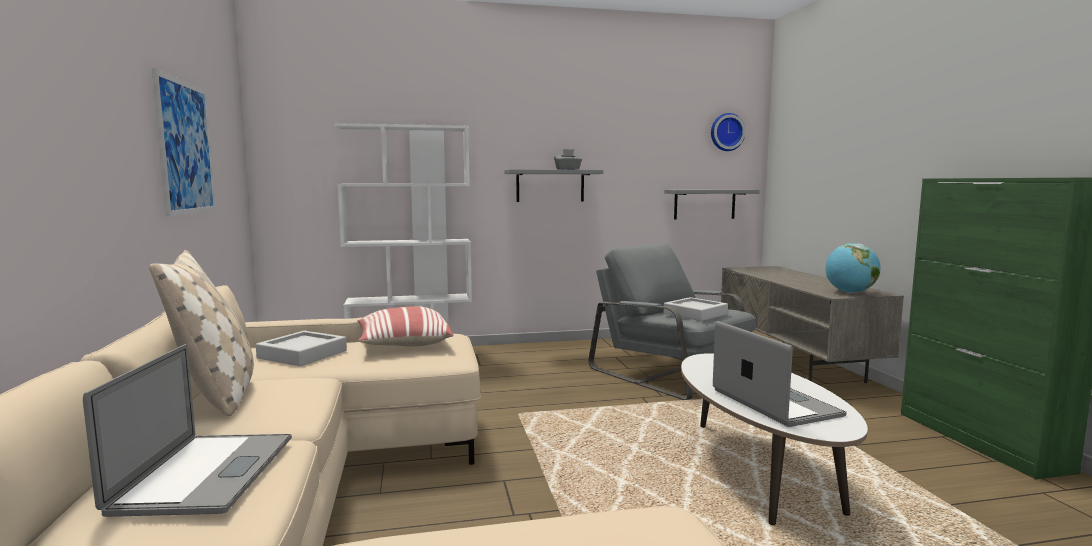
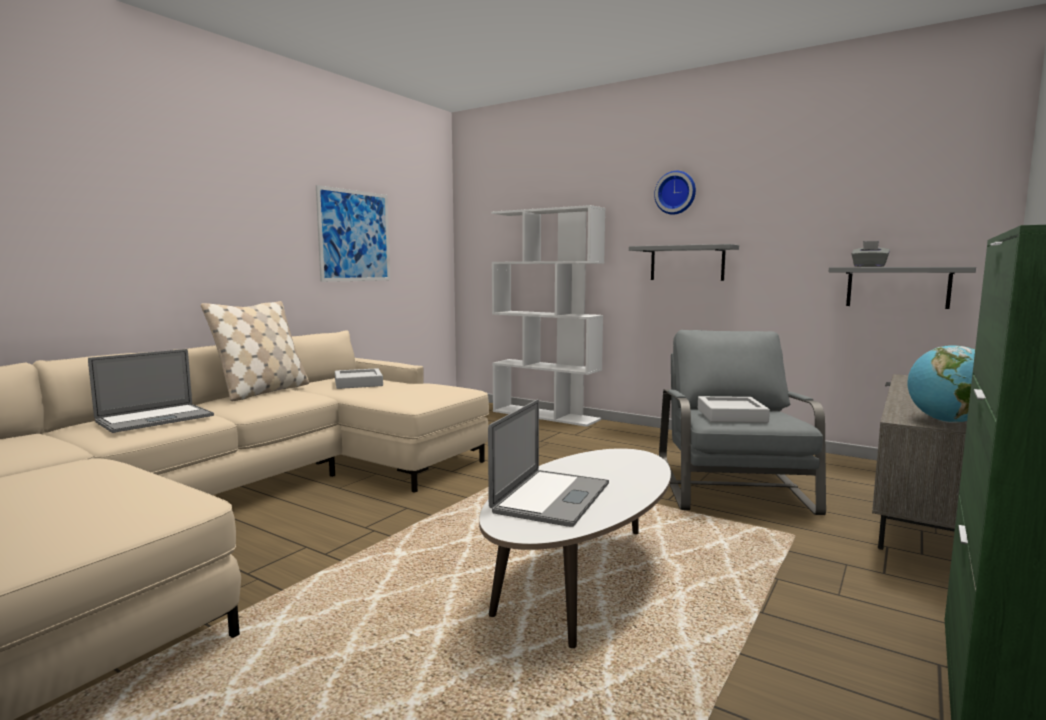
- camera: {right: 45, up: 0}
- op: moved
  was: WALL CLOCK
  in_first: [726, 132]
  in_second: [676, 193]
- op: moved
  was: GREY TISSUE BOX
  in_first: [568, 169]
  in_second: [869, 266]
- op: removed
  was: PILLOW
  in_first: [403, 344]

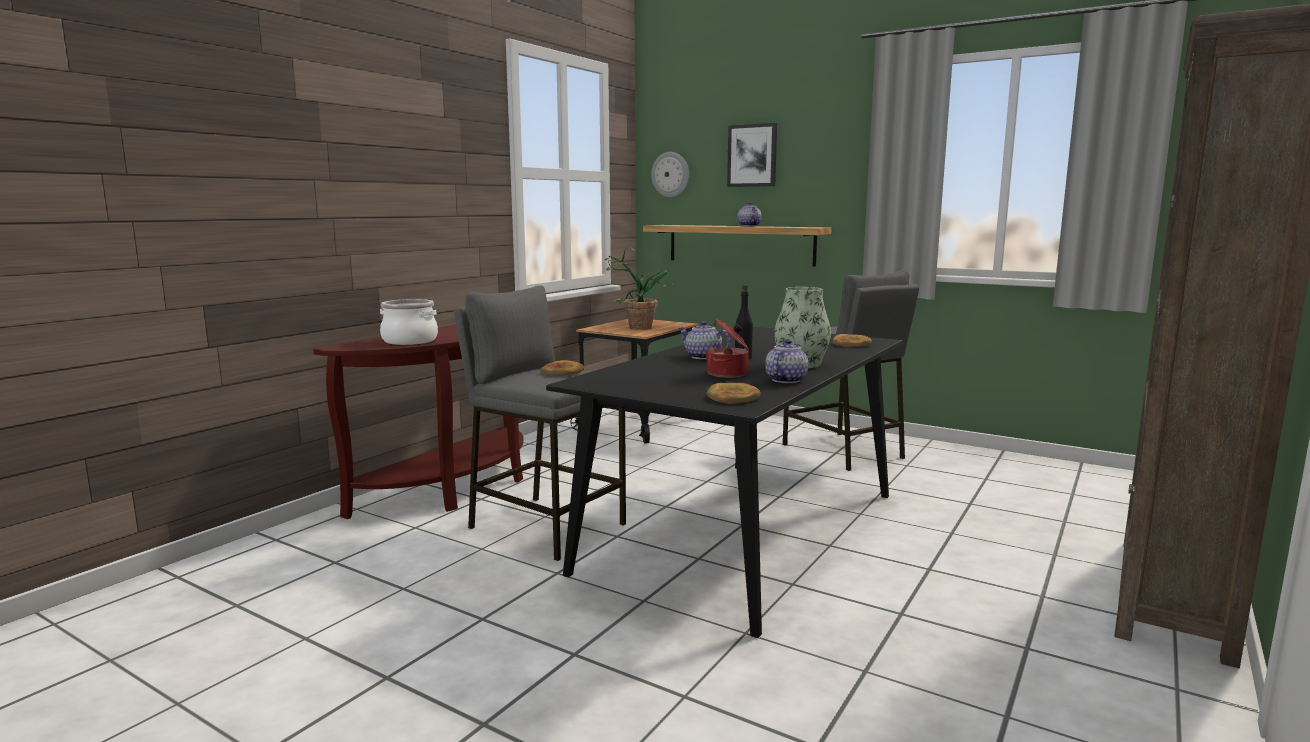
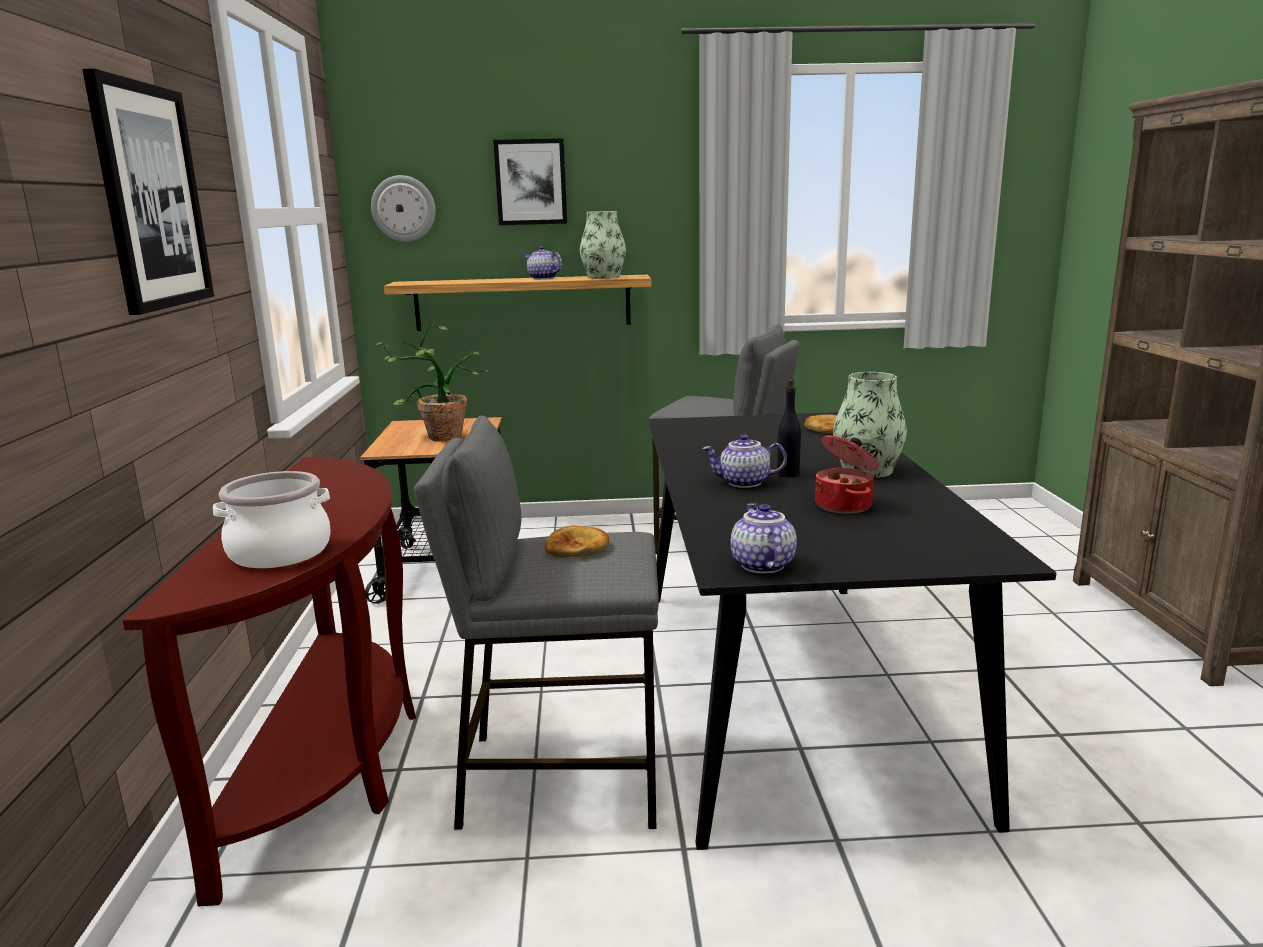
- camera: {right: -35, up: 5}
- op: moved
  was: TEAPOT
  in_first: [785, 380]
  in_second: [760, 565]
- op: removed
  was: BREAD
  in_first: [733, 398]
- op: added
  now: PICTURE
  in_second: [151, 197]
- op: added
  now: VASE
  in_second: [603, 277]

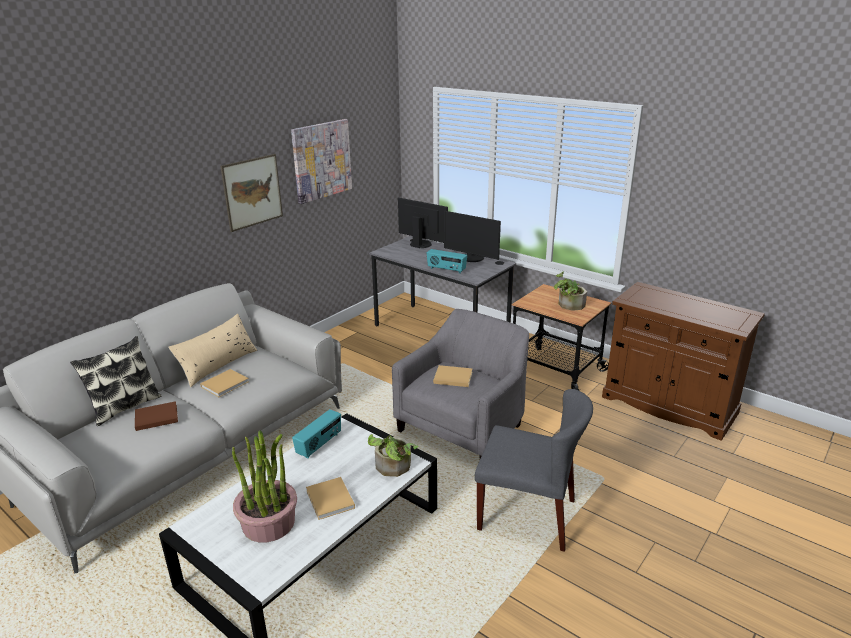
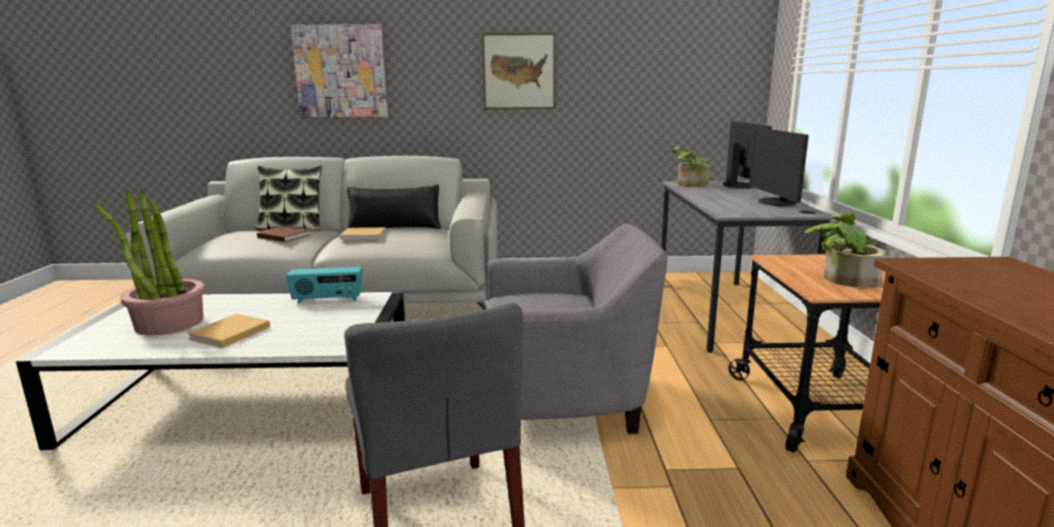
- camera: {right: 50, up: -10}
- op: moved
  was: PICTURE
  in_first: [321, 160]
  in_second: [341, 71]
- op: removed
  was: RADIO
  in_first: [446, 270]
- op: recoloured
  was: BEIGE PILLOW
  now: BLACK PILLOW
  in_first: [218, 365]
  in_second: [395, 227]
- op: removed
  was: BEIGE BOOK
  in_first: [451, 377]
- op: moved
  was: POTTED PLANT
  in_first: [393, 468]
  in_second: [689, 184]

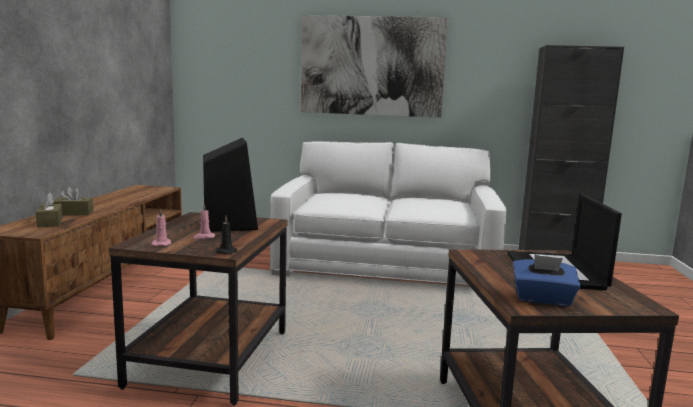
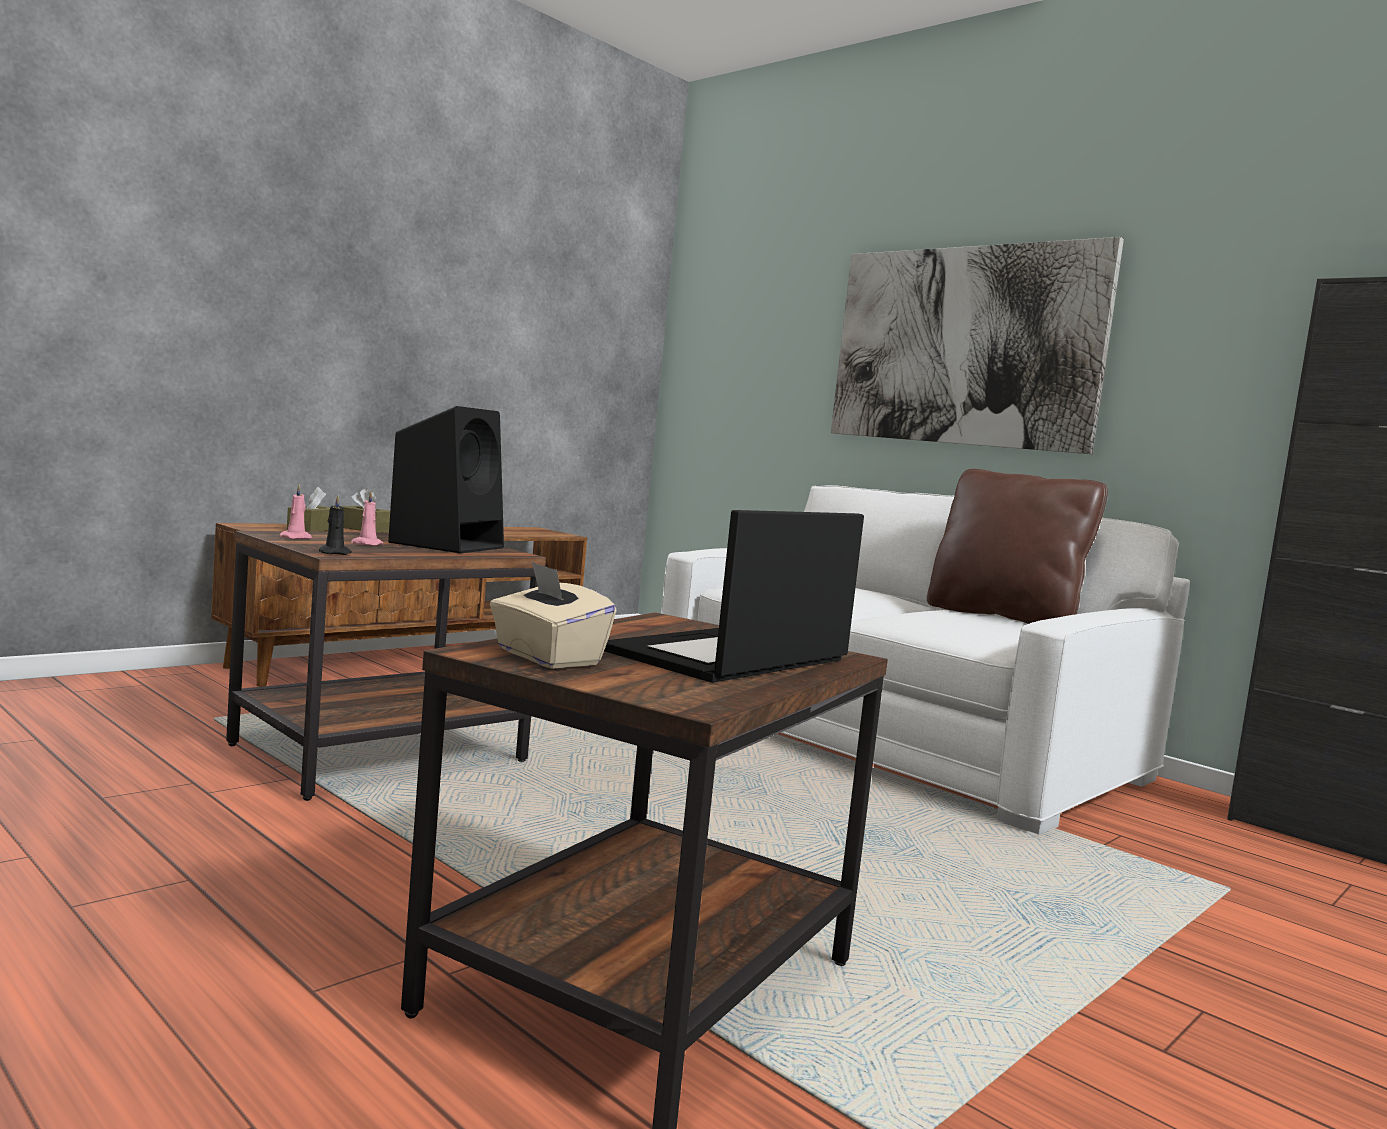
- camera: {right: 35, up: -5}
- op: recoloured
  was: BLUE TISSUE BOX
  now: BEIGE TISSUE BOX
  in_first: [542, 299]
  in_second: [546, 657]
- op: added
  now: BROWN PILLOW
  in_second: [1004, 617]

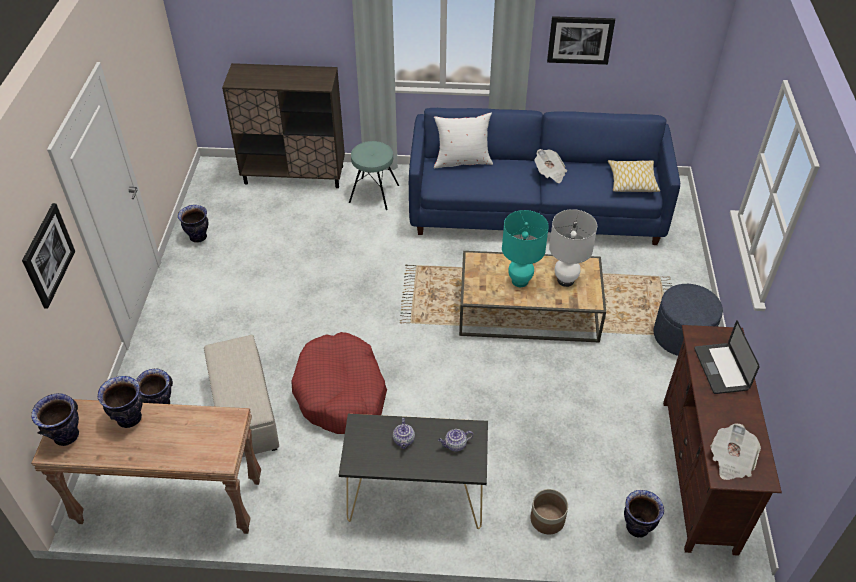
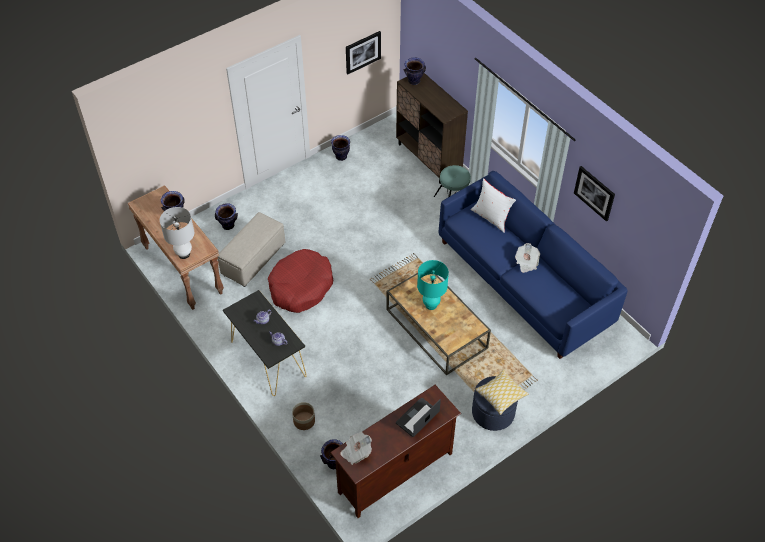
- camera: {right: 50, up: 5}
- op: moved
  was: PILLOW
  in_first: [632, 182]
  in_second: [501, 395]
- op: moved
  was: PICTURE
  in_first: [47, 255]
  in_second: [362, 52]
- op: moved
  was: WHITE TABLE LAMP
  in_first: [565, 280]
  in_second: [184, 254]
- op: moved
  was: VASE
  in_first: [66, 436]
  in_second: [414, 81]

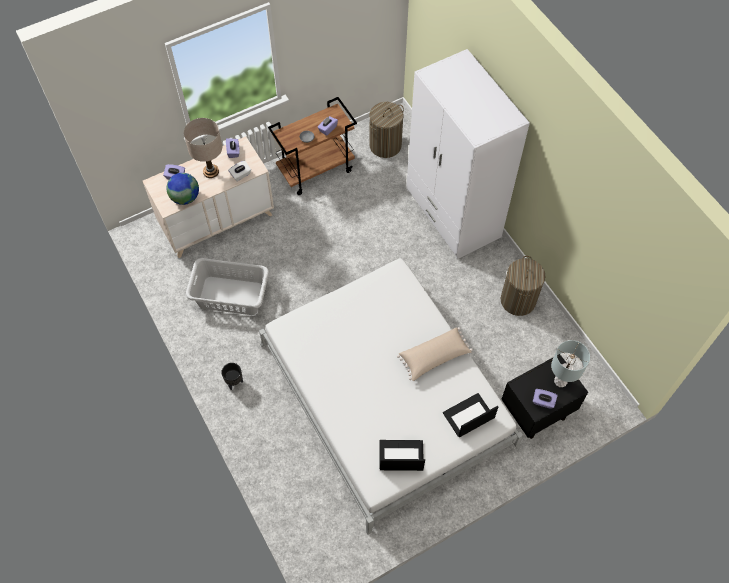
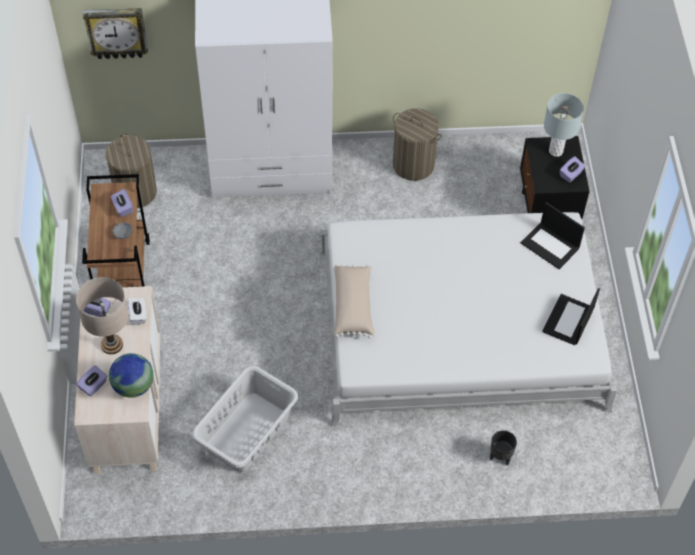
- camera: {right: -65, up: -5}
- op: moved
  was: BEIGE PILLOW
  in_first: [434, 357]
  in_second: [353, 306]
- op: moved
  was: BLACK PLANTER
  in_first: [234, 382]
  in_second: [500, 457]
- op: turned
  was: LAPTOP
  in_first: [468, 416]
  in_second: [551, 245]
  clockwise: -45
- op: added
  now: WALL CLOCK
  in_second: [116, 32]

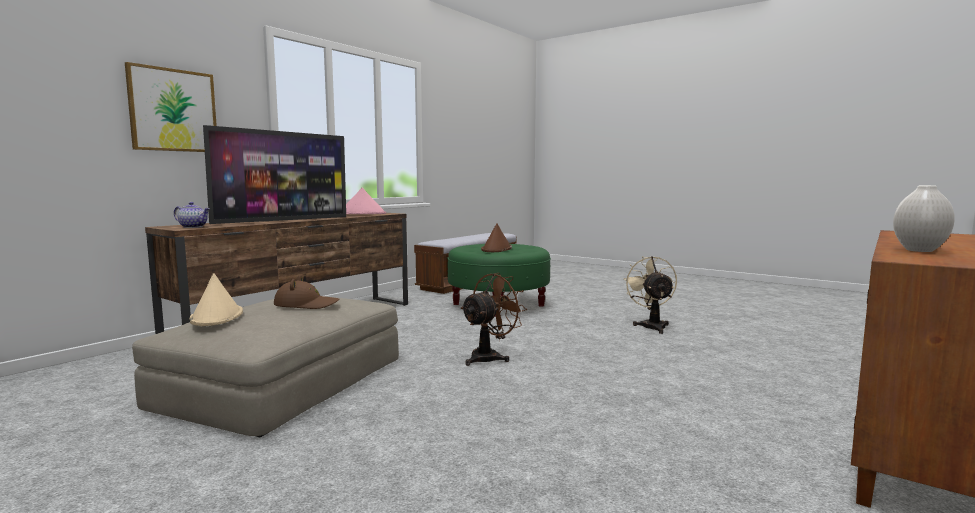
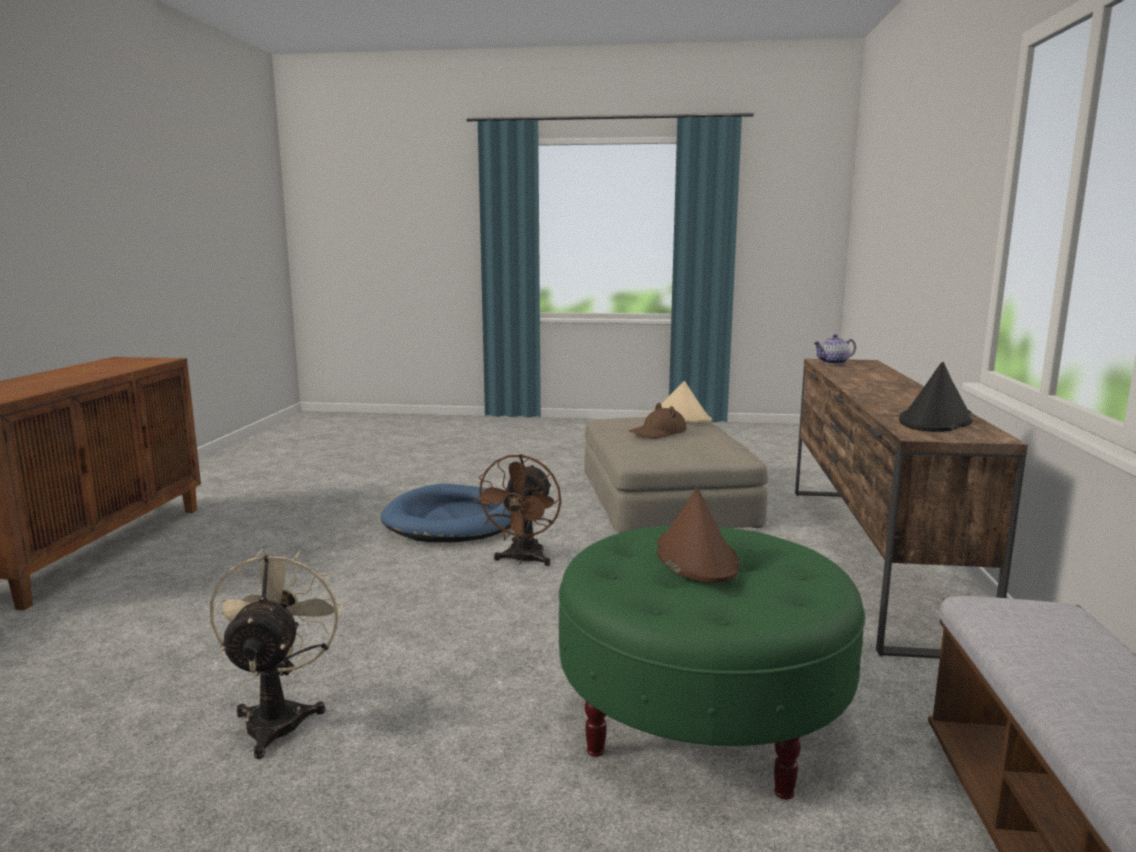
- camera: {right: 150, up: 5}
- op: removed
  was: PICTURE
  in_first: [173, 110]
- op: removed
  was: TELEVISION
  in_first: [283, 220]
- op: removed
  was: WHITE VASE
  in_first: [920, 250]
- op: recoloured
  was: PINK HAT
  now: BLACK HAT
  in_first: [362, 214]
  in_second: [935, 421]
- op: turned
  was: BEIGE FAN
  in_first: [651, 325]
  in_second: [279, 716]
  clockwise: -150
- op: added
  now: BLUE DOG BED
  in_second: [455, 520]

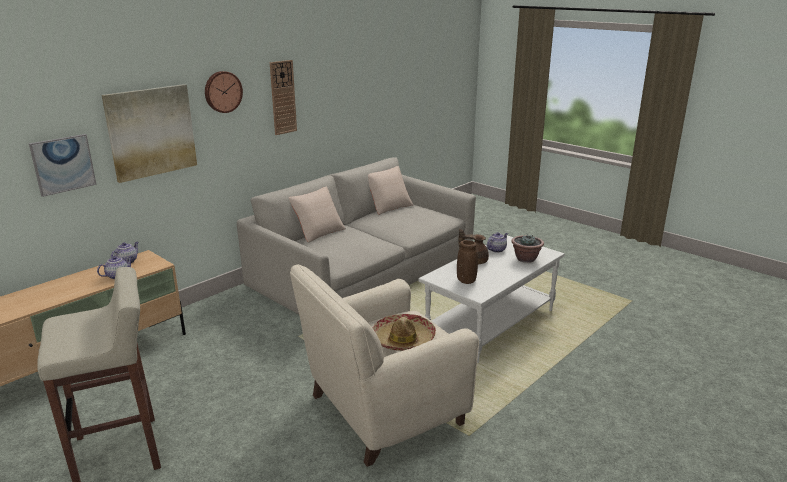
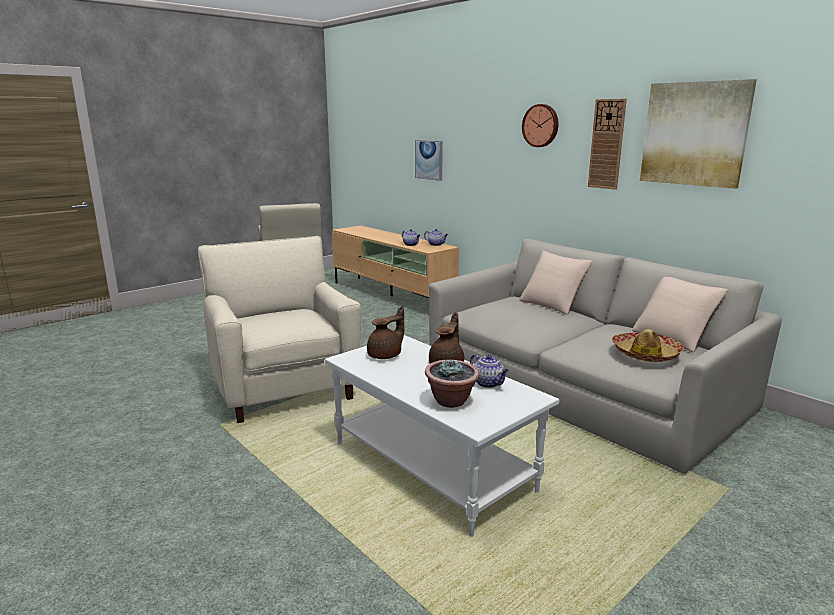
- camera: {right: 95, up: -5}
- op: moved
  was: PICTURE
  in_first: [151, 132]
  in_second: [694, 134]
- op: replaced
  was: BROWN VASE
  now: BROWN TEAPOT
  in_first: [466, 281]
  in_second: [386, 355]
- op: moved
  was: HAT
  in_first: [403, 339]
  in_second: [646, 354]

